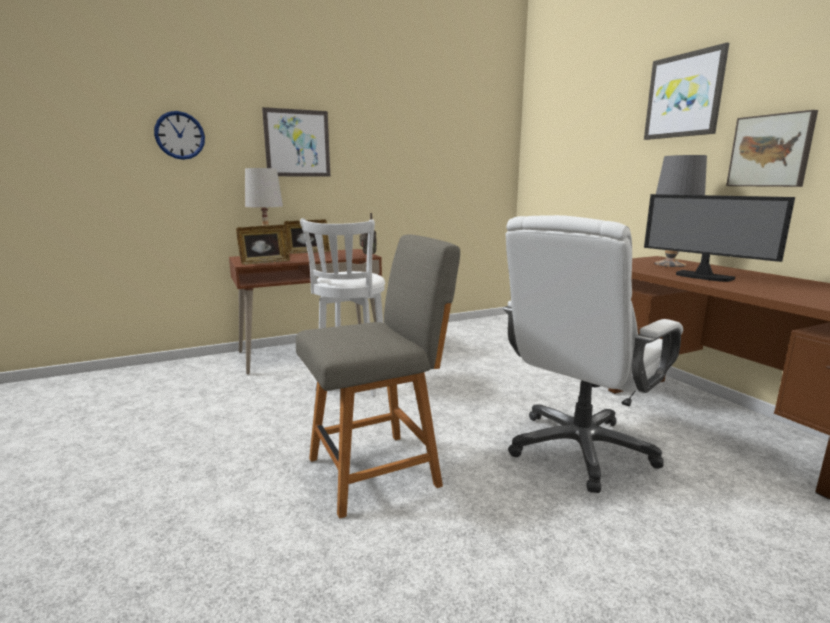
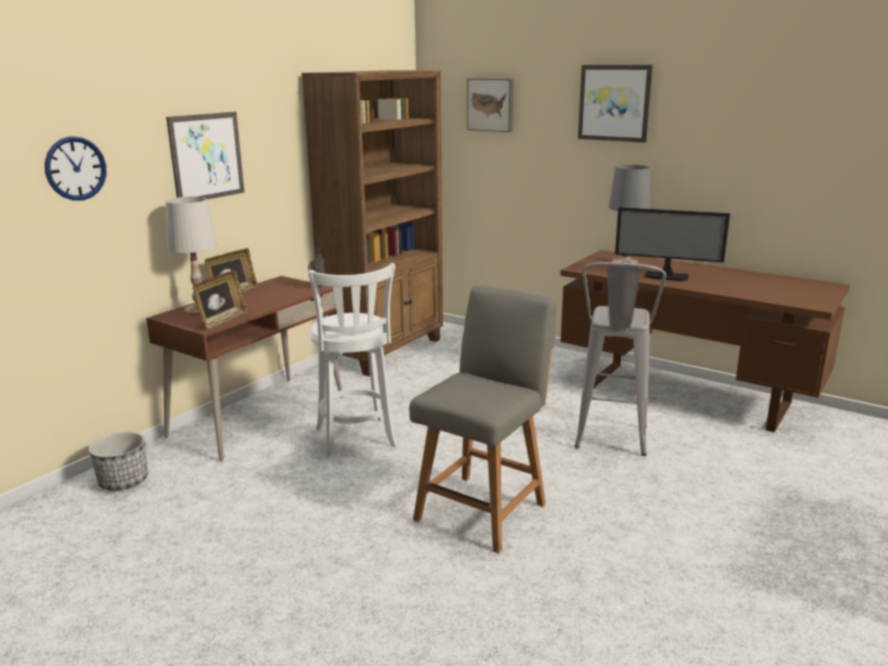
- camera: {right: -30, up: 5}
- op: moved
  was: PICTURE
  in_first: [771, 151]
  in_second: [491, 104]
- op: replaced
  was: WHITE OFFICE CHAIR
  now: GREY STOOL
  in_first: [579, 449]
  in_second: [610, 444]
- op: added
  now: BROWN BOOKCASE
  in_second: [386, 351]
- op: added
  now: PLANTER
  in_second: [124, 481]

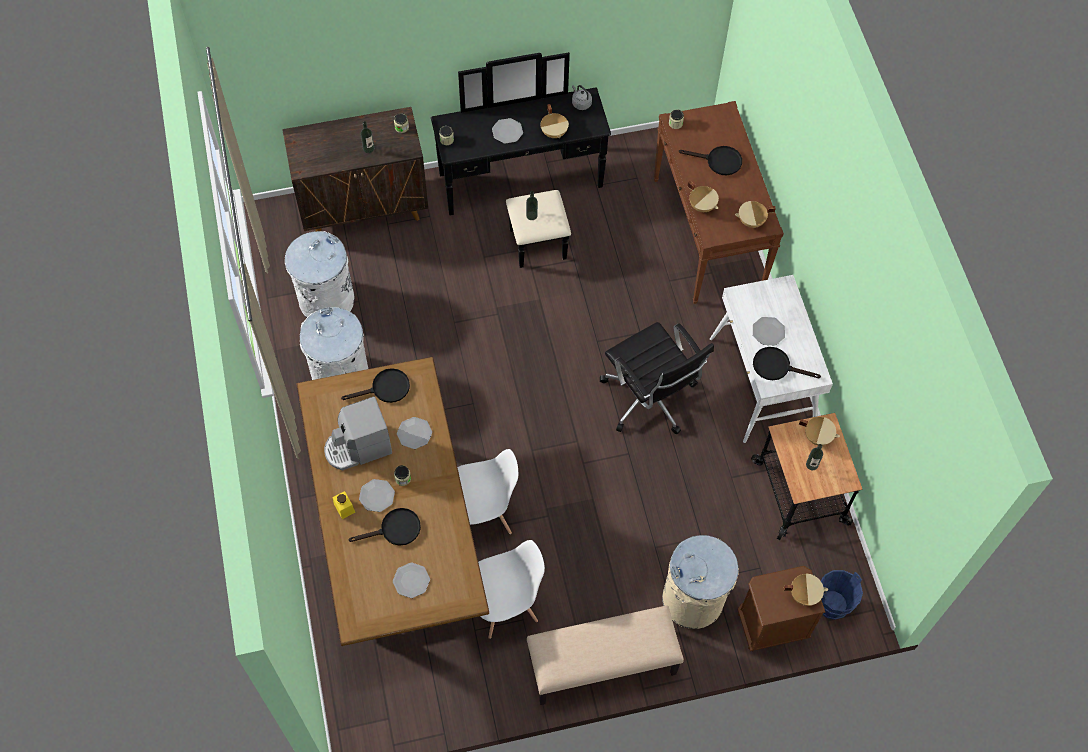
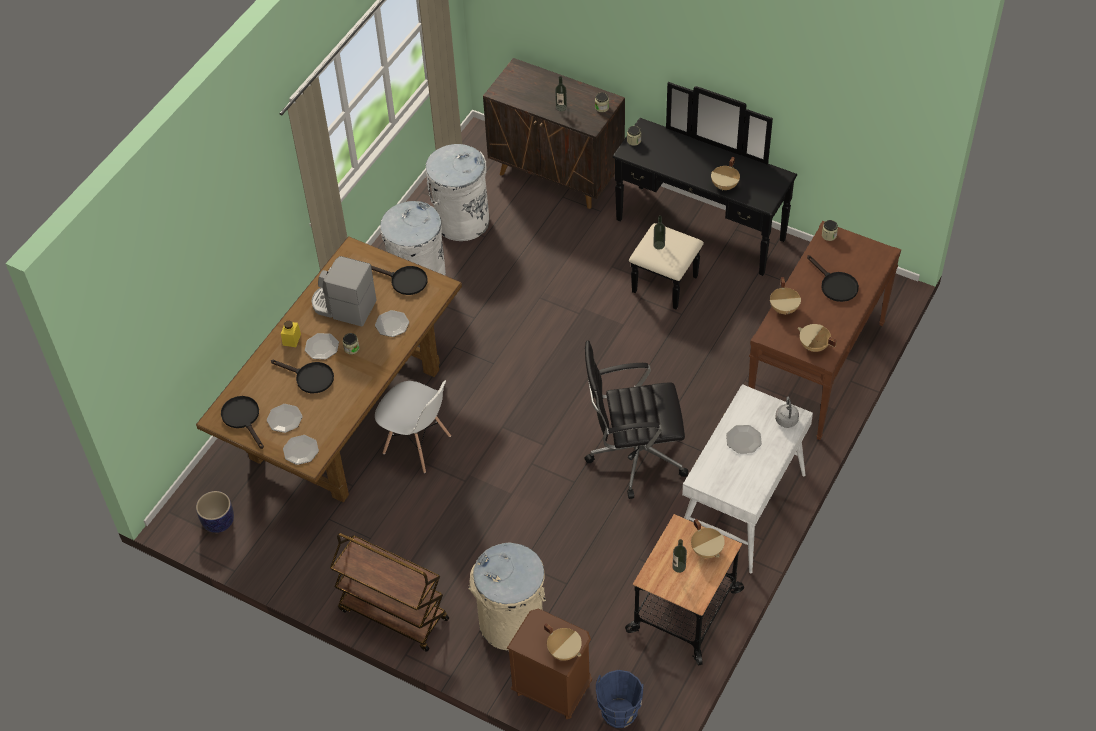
- camera: {right: 45, up: -10}
- op: moved
  was: GREY KETTLE
  in_first: [580, 103]
  in_second: [786, 419]
- op: moved
  was: PLATE
  in_first: [507, 131]
  in_second: [301, 450]
- op: turned
  was: BLACK OFFICE CHAIR
  in_first: [650, 399]
  in_second: [634, 455]
  clockwise: 75
- op: moved
  was: BLACK FRYING PAN
  in_first: [776, 366]
  in_second: [243, 418]
- op: removed
  was: WHITE CHAIR
  in_first: [505, 606]
- op: replaced
  was: BEIGE BENCH
  now: BROWN CART
  in_first: [602, 665]
  in_second: [392, 614]
- op: added
  now: PLANTER
  in_second: [218, 522]

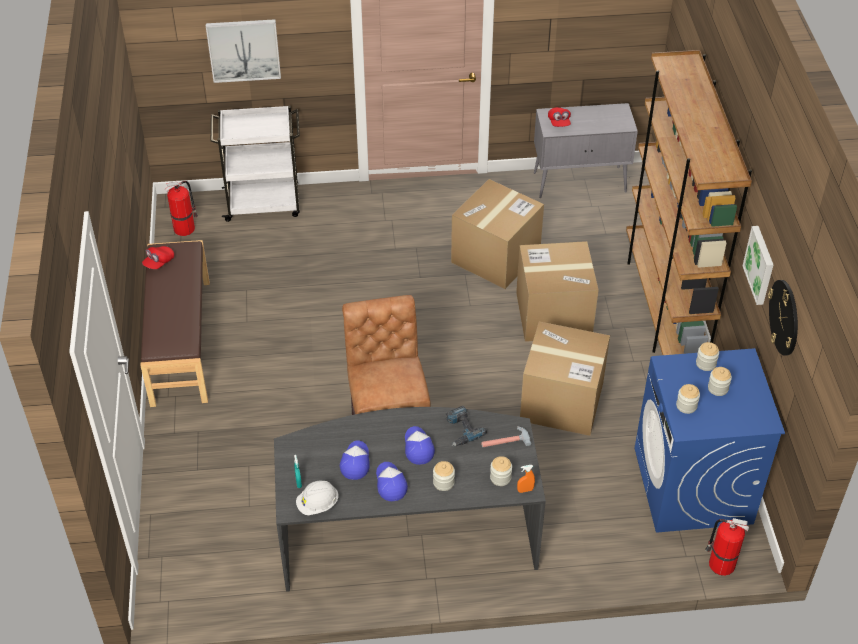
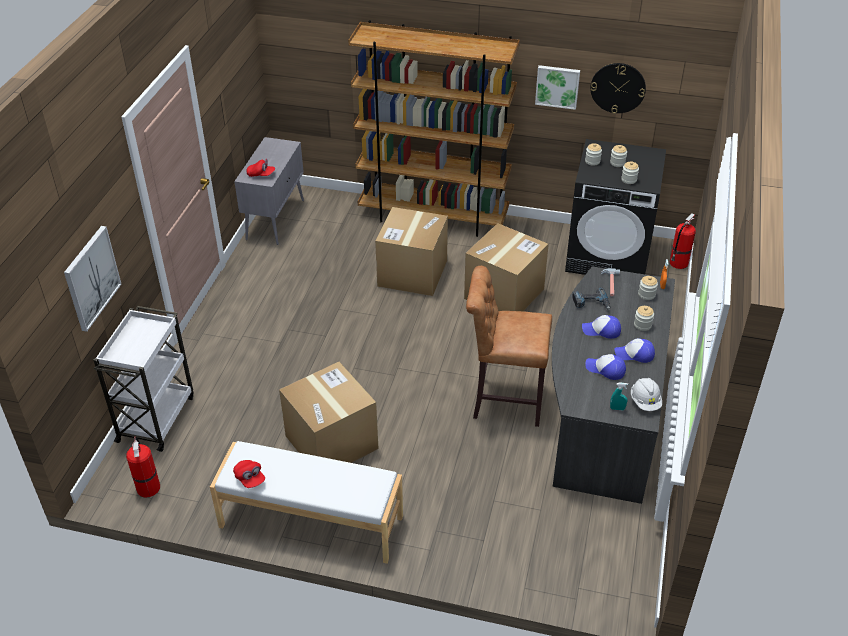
- camera: {right: -70, up: -5}
- op: moved
  was: CARDBOARD BOX
  in_first: [495, 257]
  in_second: [331, 442]
- op: recoloured
  was: BROWN BENCH
  now: WHITE BENCH
  in_first: [180, 342]
  in_second: [311, 522]
- op: recoloured
  was: BLUE WASHING MACHINE
  now: BLACK WASHING MACHINE
  in_first: [693, 486]
  in_second: [608, 255]

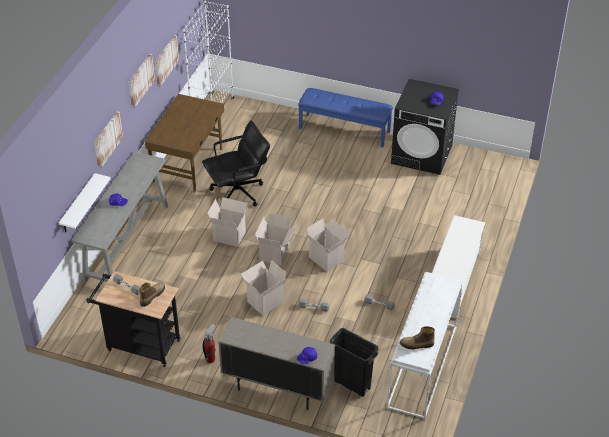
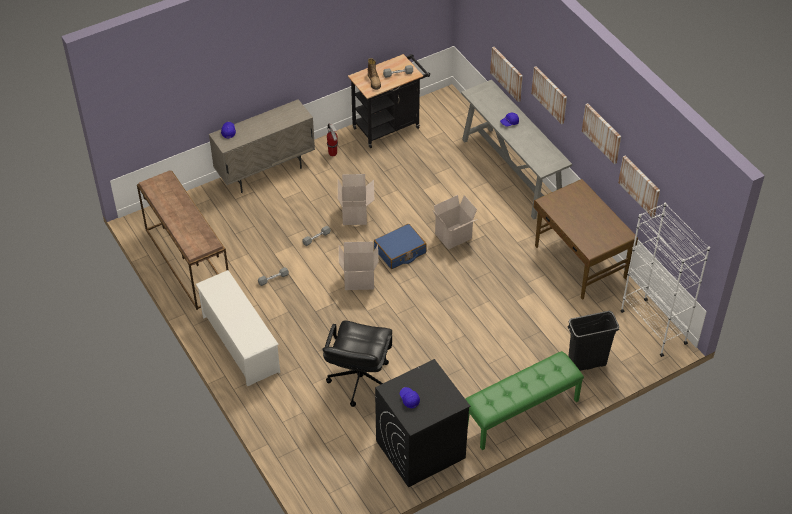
- camera: {right: 130, up: 5}
- op: recoloured
  was: BLUE BENCH
  now: GREEN BENCH
  in_first: [345, 130]
  in_second: [521, 413]
- op: moved
  was: BLACK OFFICE CHAIR
  in_first: [238, 193]
  in_second: [359, 380]
- op: replaced
  was: WHITE SHELF
  now: PICTURE
  in_first: [78, 204]
  in_second: [507, 73]
- op: replaced
  was: CARDBOARD BOX
  now: BLUE SUITCASE
  in_first: [275, 254]
  in_second: [400, 251]
- op: recoloured
  was: WHITE CONSOLE TABLE
  now: BROWN CONSOLE TABLE
  in_first: [423, 367]
  in_second: [186, 261]
- op: removed
  was: BOOT
  in_first: [416, 345]
- op: moved
  was: BLACK TRASH CAN
  in_first: [352, 384]
  in_second: [586, 364]

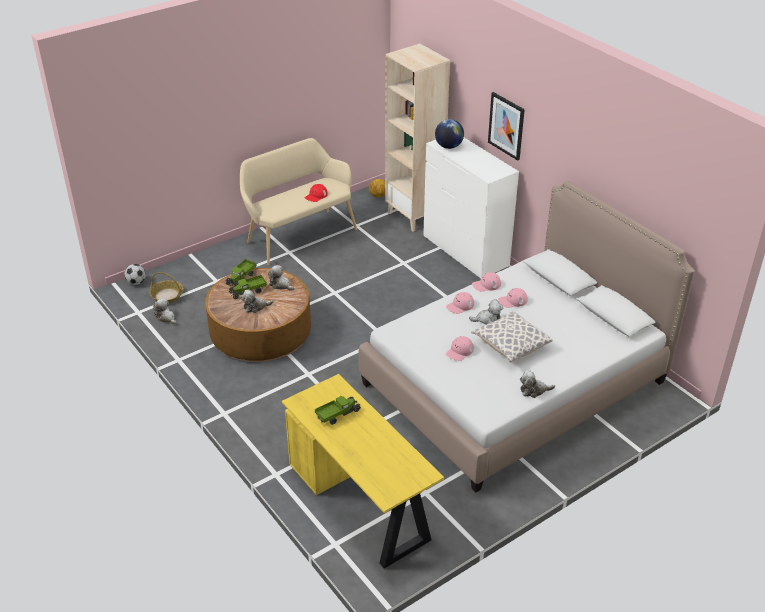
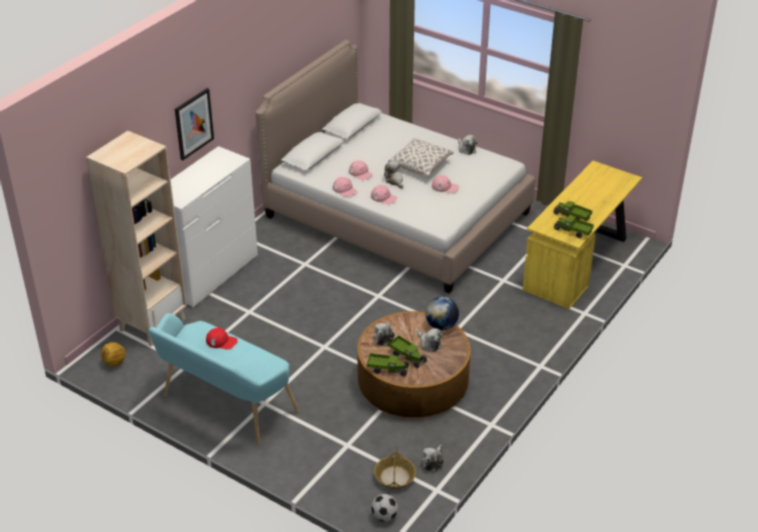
- camera: {right: -110, up: 0}
- op: moved
  was: GLOBE
  in_first: [448, 146]
  in_second: [441, 326]
- op: recoloured
  was: BEIGE BENCH
  now: TURQUOISE BENCH
  in_first: [298, 234]
  in_second: [224, 406]
- op: added
  now: TOY TRUCK
  in_second: [573, 231]

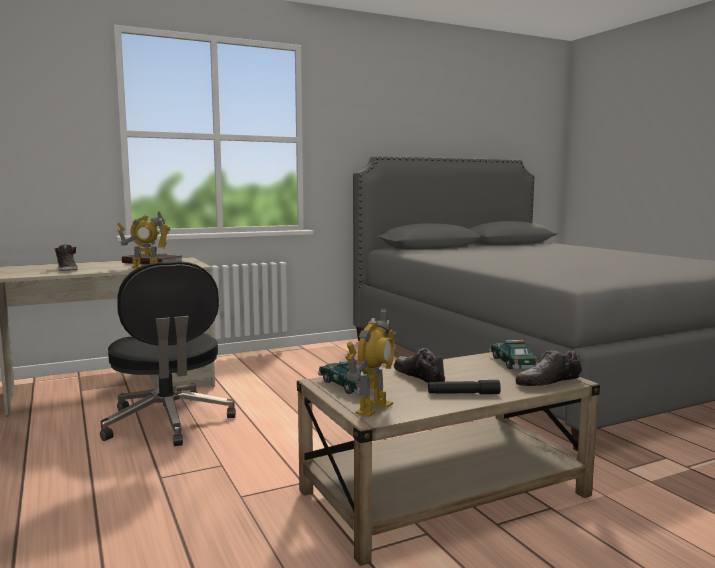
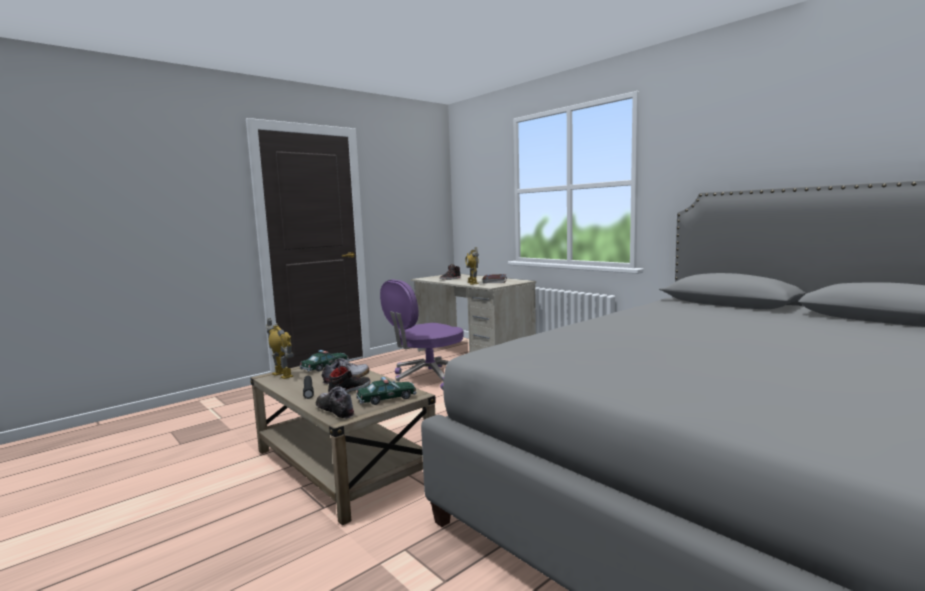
- camera: {right: 75, up: 0}
- op: recoloured
  was: BLACK OFFICE CHAIR
  now: PURPLE OFFICE CHAIR
  in_first: [168, 422]
  in_second: [427, 378]
- op: turned
  was: TOY ROBOT
  in_first: [373, 408]
  in_second: [282, 375]
  clockwise: -150
- op: added
  now: BLACK SHOE
  in_second: [349, 390]

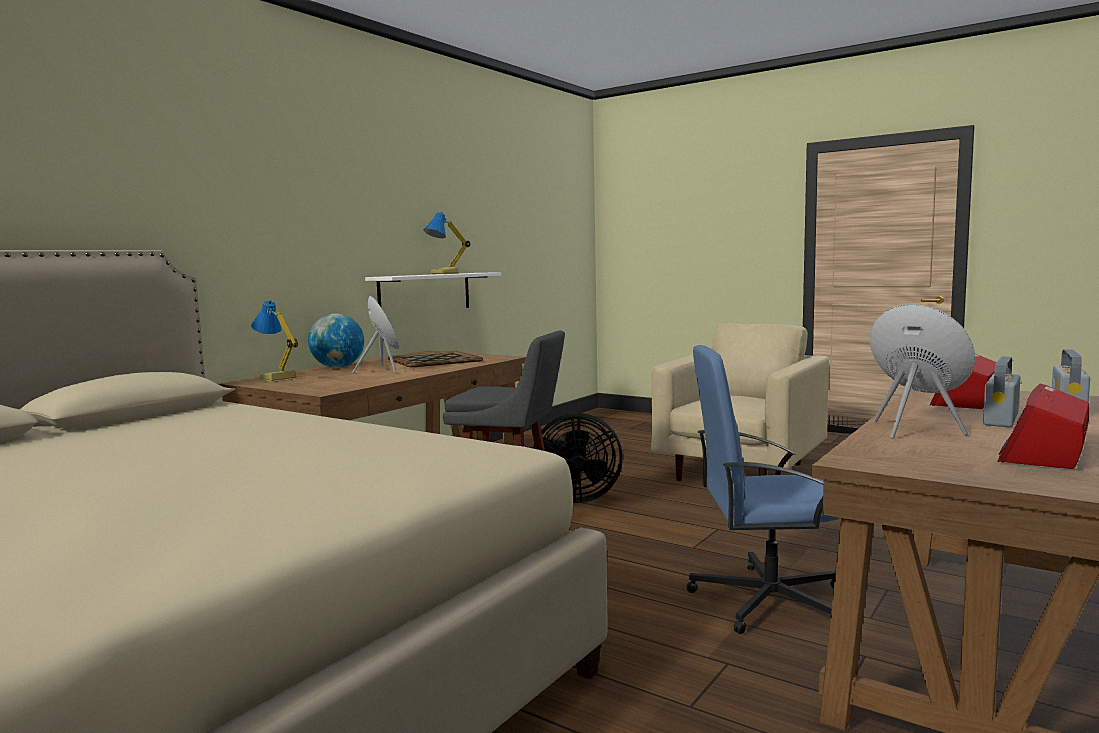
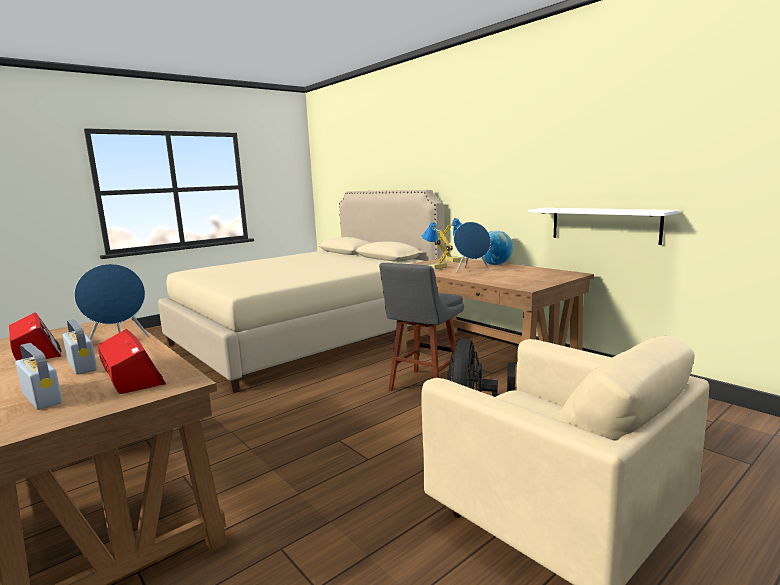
- camera: {right: 105, up: 5}
- op: moved
  was: TABLE LAMP
  in_first: [445, 274]
  in_second: [435, 268]
- op: removed
  was: BLUE OFFICE CHAIR
  in_first: [766, 600]
- op: removed
  was: TRAY
  in_first: [434, 360]

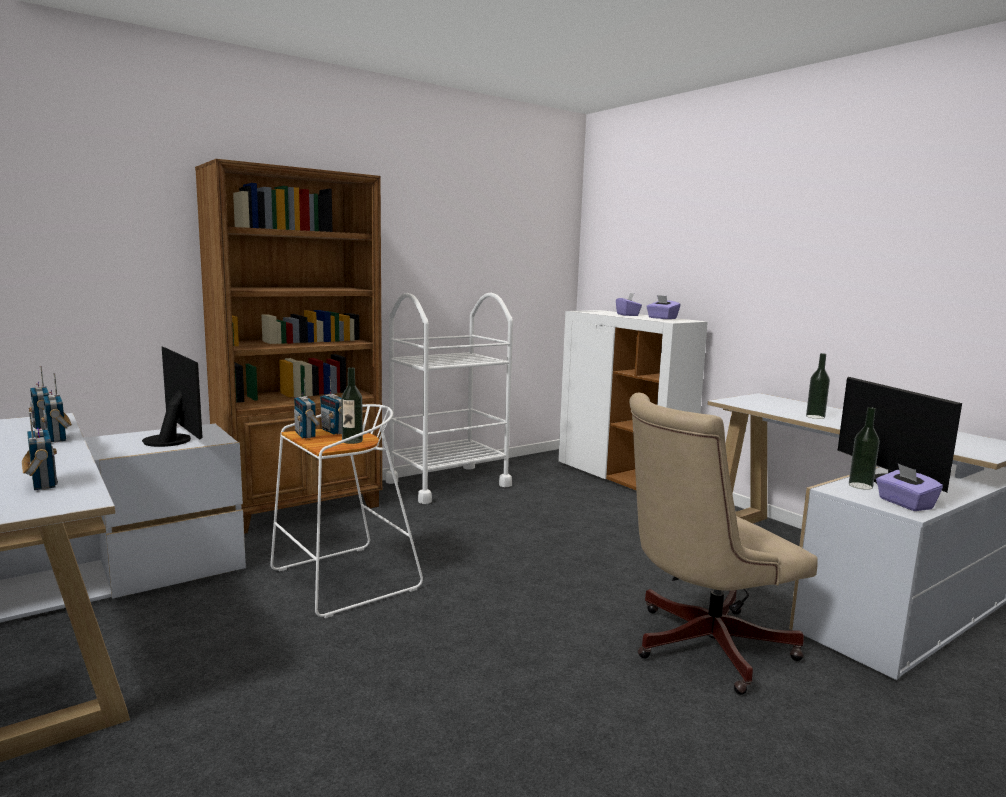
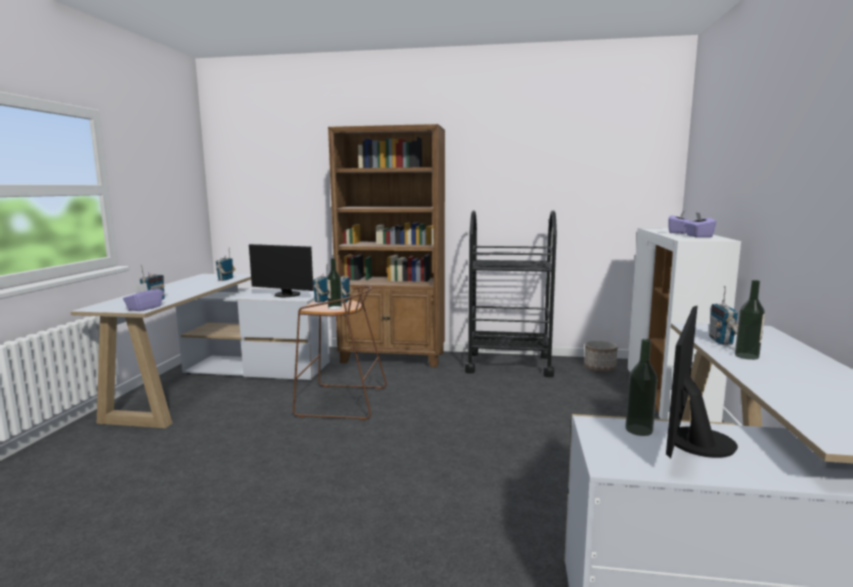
- camera: {right: 45, up: 0}
- op: recoloured
  was: WHITE CART
  now: BLACK CART
  in_first: [448, 484]
  in_second: [508, 364]
- op: turned
  was: MONITOR
  in_first: [172, 440]
  in_second: [285, 295]
  clockwise: 105
- op: moved
  was: RADIO
  in_first: [57, 438]
  in_second: [721, 341]
- op: removed
  was: BEIGE OFFICE CHAIR
  in_first: [700, 646]
- op: recoloured
  was: WHITE STOOL
  now: BROWN STOOL
  in_first: [343, 581]
  in_second: [340, 402]
- op: moved
  was: PURPLE TISSUE BOX
  in_first: [905, 504]
  in_second: [144, 308]
- op: added
  now: PLANTER
  in_second: [599, 368]

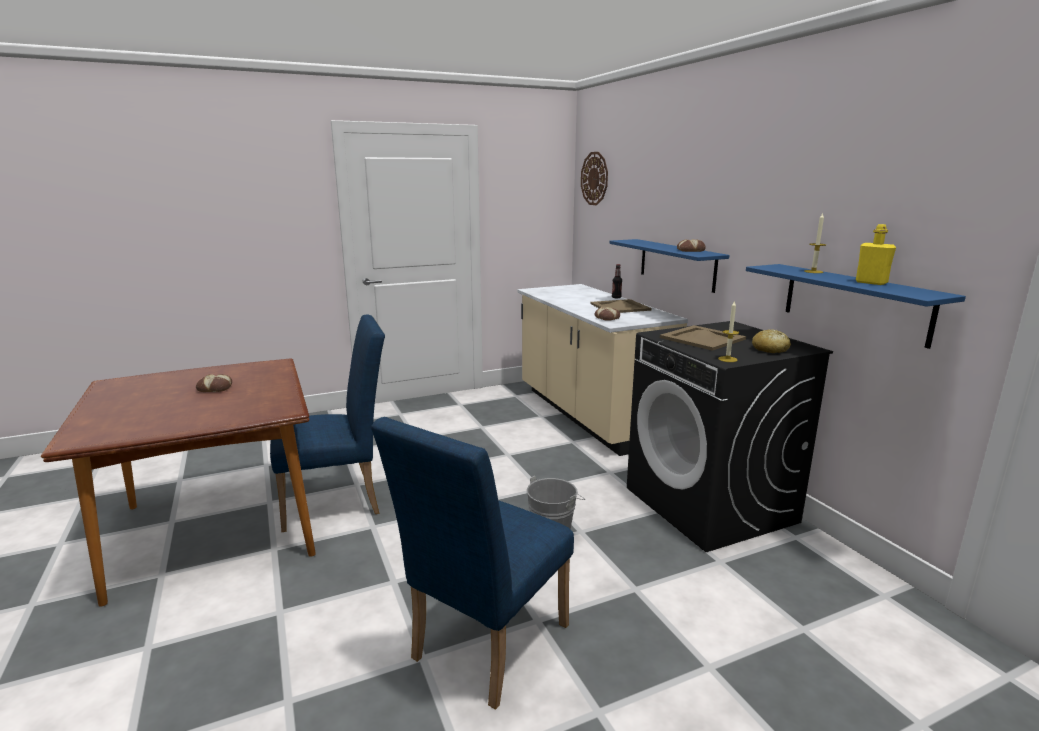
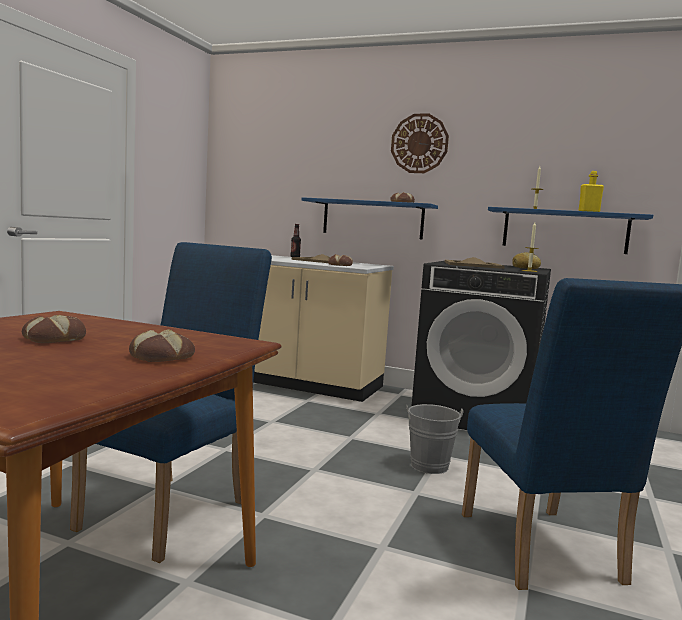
- camera: {right: -45, up: -10}
- op: moved
  was: WALL CLOCK
  in_first: [594, 178]
  in_second: [419, 143]
- op: added
  now: BREAD
  in_second: [162, 357]

